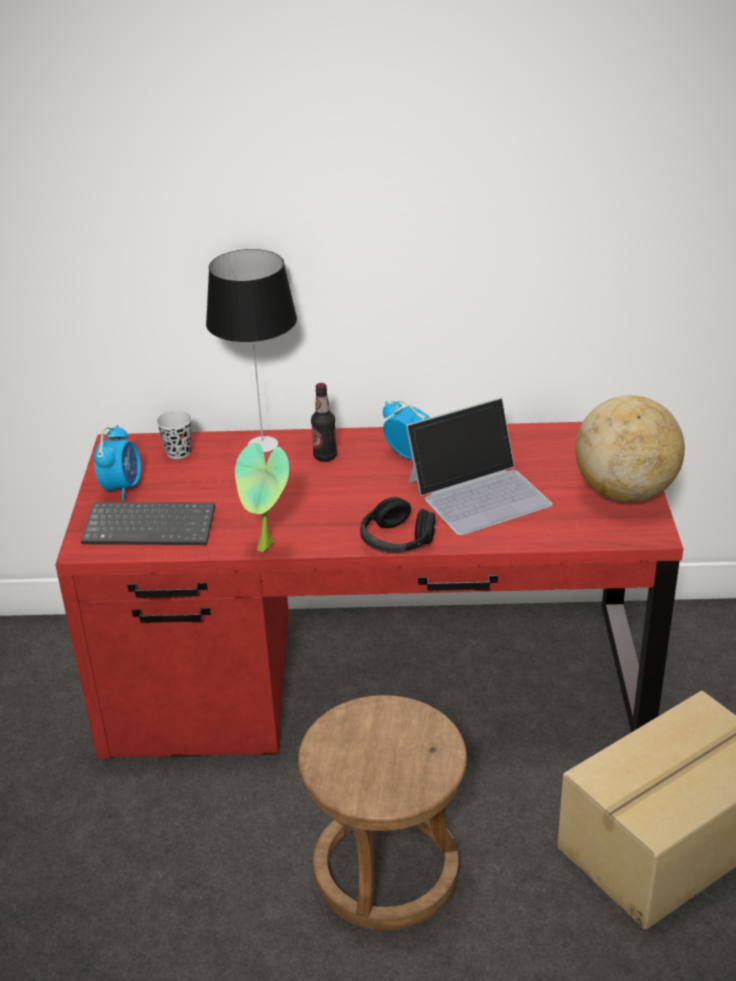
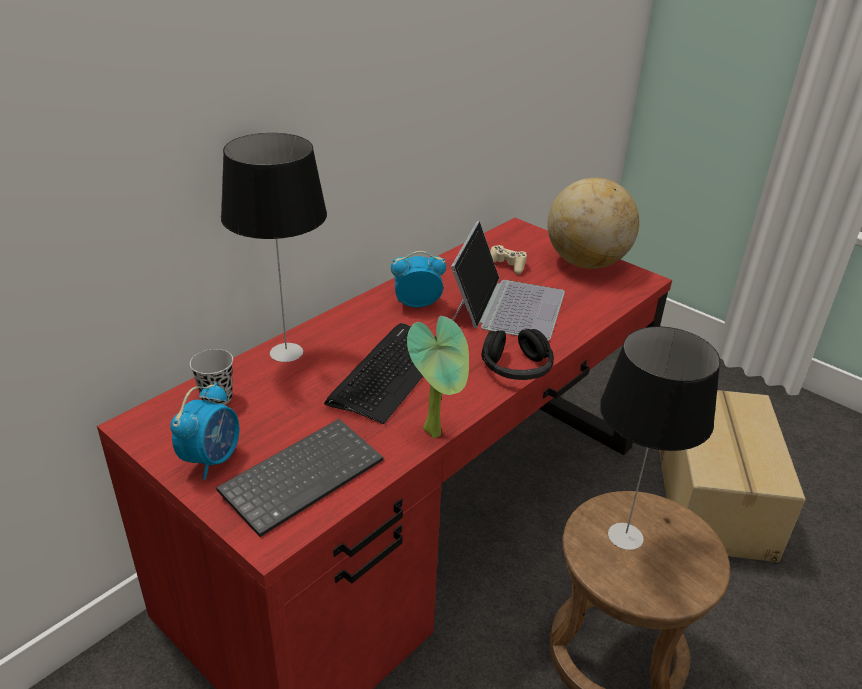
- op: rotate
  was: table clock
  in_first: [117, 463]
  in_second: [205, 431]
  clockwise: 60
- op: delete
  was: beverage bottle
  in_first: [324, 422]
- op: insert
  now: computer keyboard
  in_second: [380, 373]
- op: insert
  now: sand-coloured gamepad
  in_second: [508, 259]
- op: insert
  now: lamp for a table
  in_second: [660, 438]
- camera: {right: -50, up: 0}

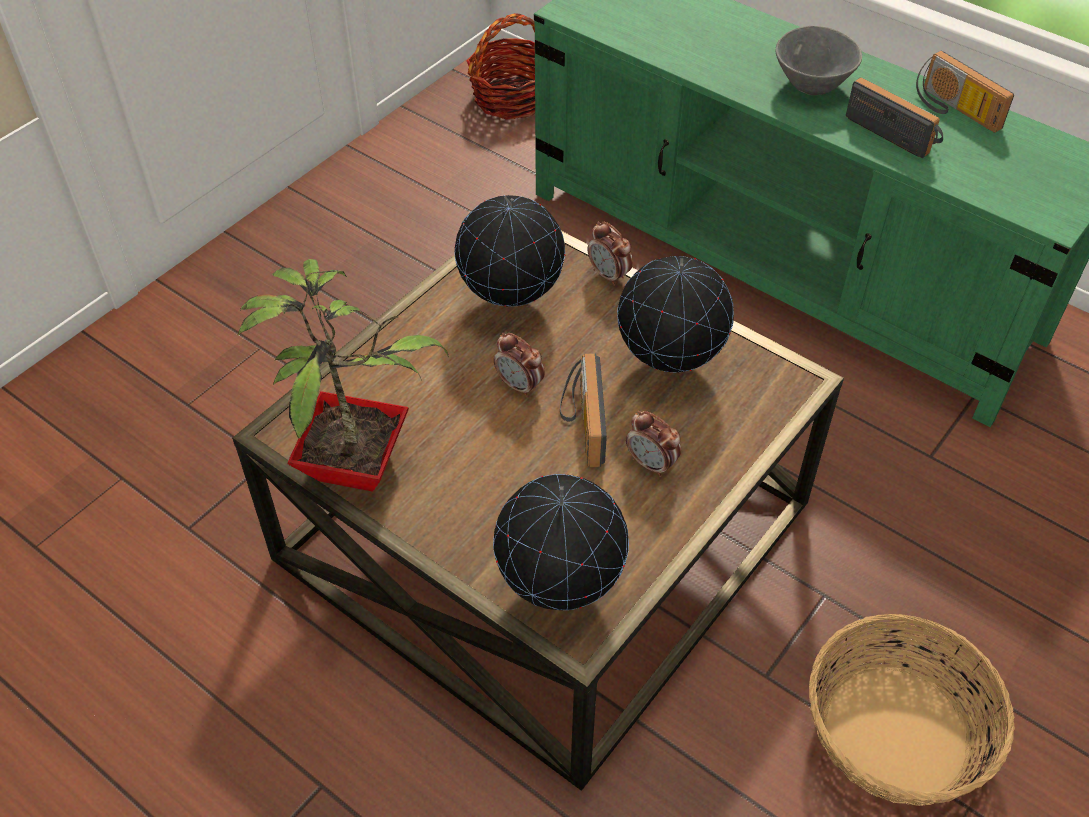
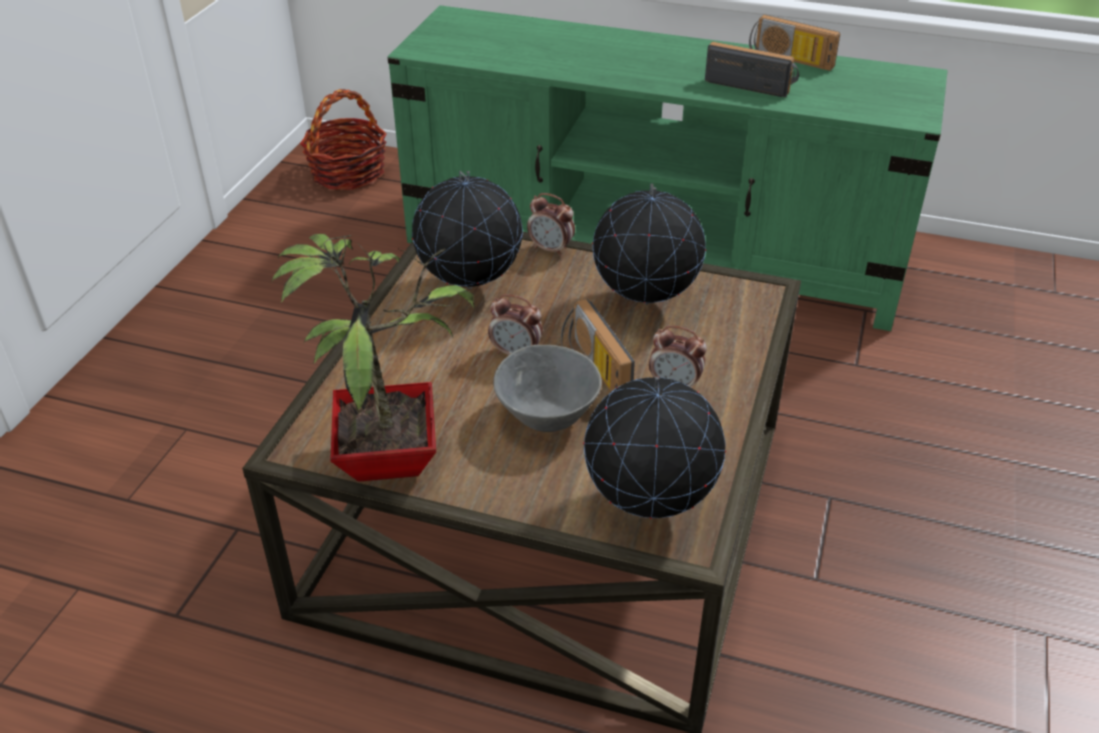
- op: move
  was: greyish serving bowl
  in_first: [819, 60]
  in_second: [547, 388]
- op: delete
  was: household basket
  in_first: [912, 710]
- camera: {right: -20, up: -10}

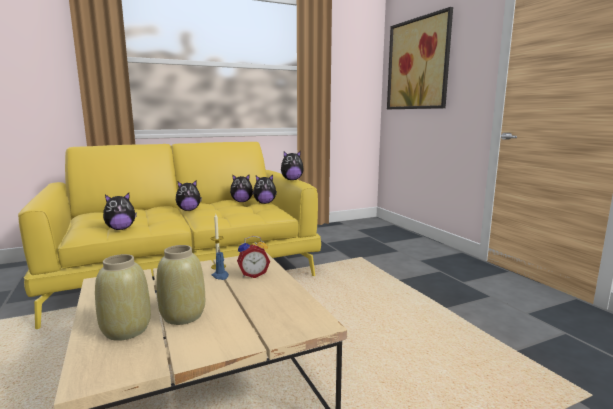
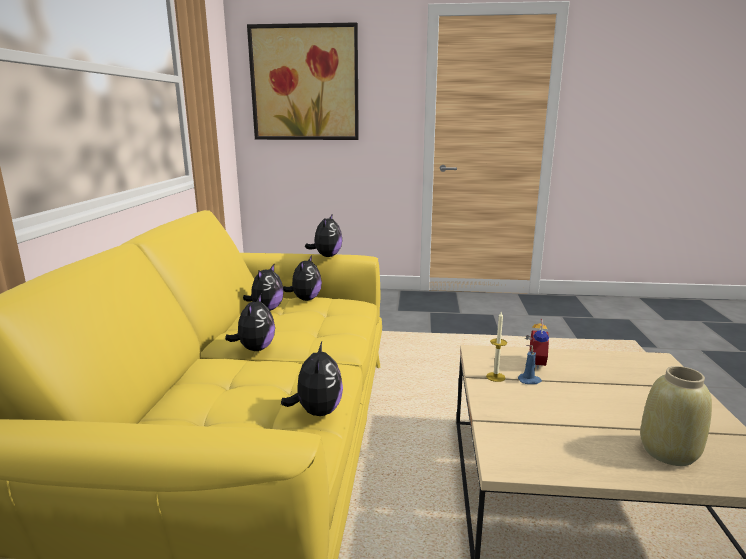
- op: delete
  was: sand-coloured vase
  in_first: [180, 285]
- camera: {right: -60, up: 5}

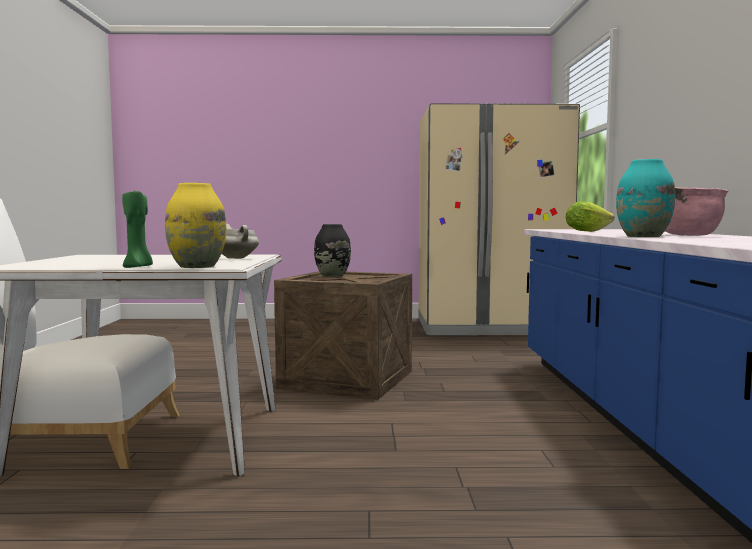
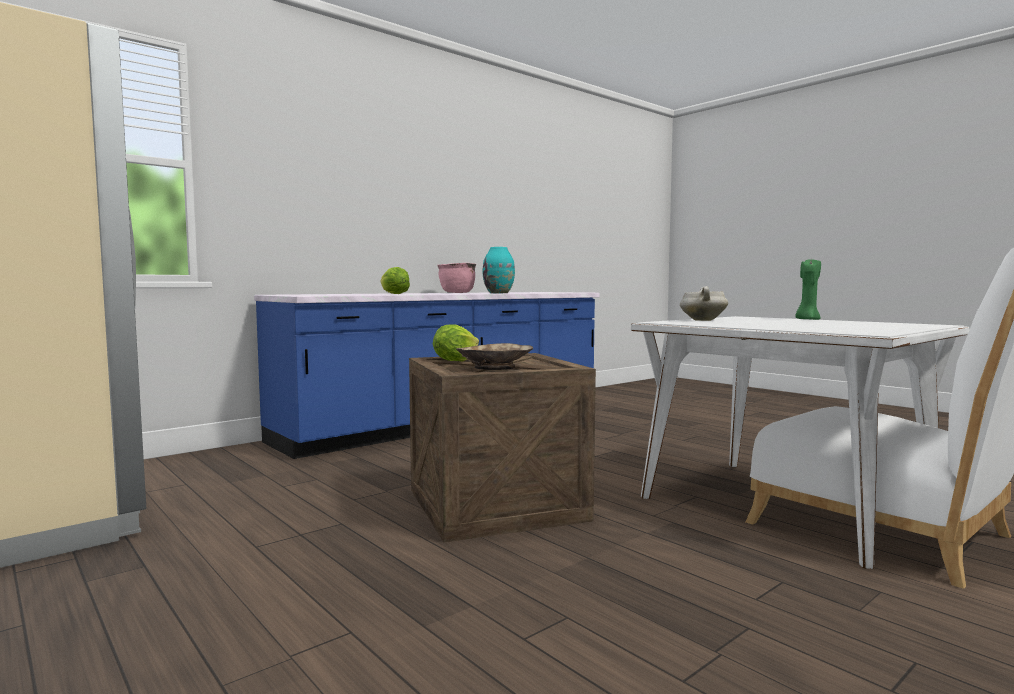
- op: delete
  was: yellow-coloured vase
  in_first: [195, 225]
- op: replace
  was: black-coloured vase
  now: sand-coloured serving bowl
  in_first: [332, 250]
  in_second: [494, 356]
- op: insert
  now: lettuce head
  in_second: [456, 342]
- camera: {right: -130, up: 0}

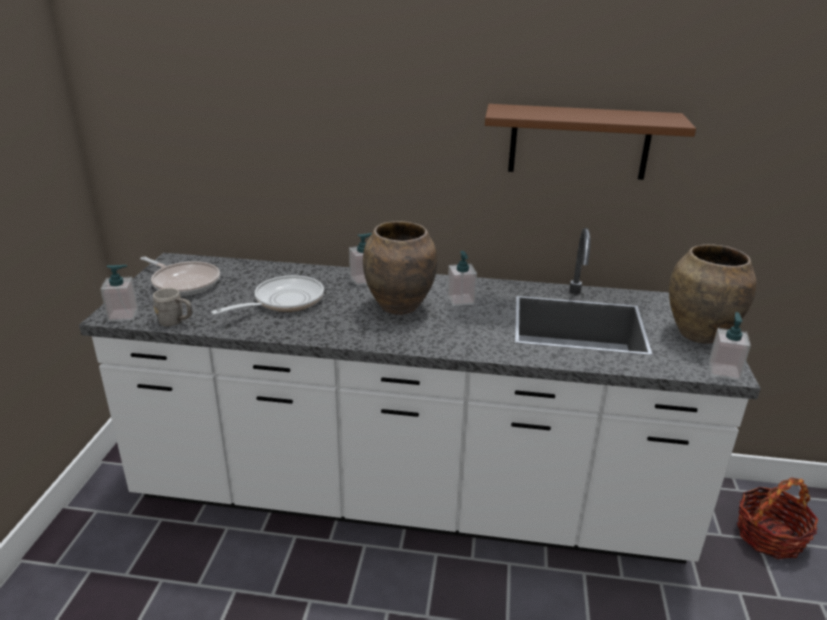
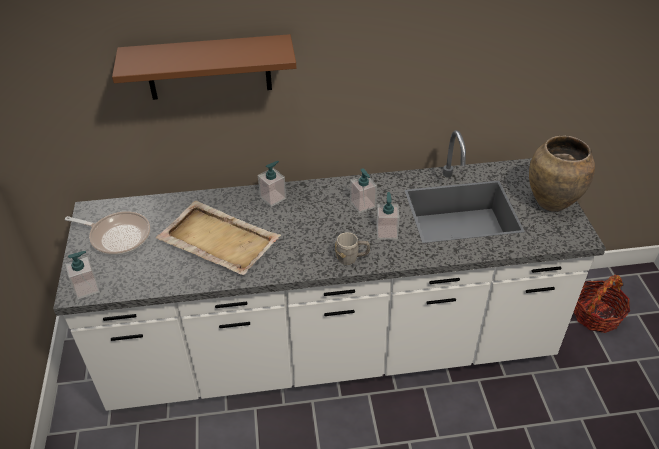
- op: move
  was: greyish coffee mug
  in_first: [172, 307]
  in_second: [352, 248]
- op: replace
  was: frying pan
  now: sand-coloured tray
  in_first: [267, 295]
  in_second: [218, 238]
- op: delete
  was: brown-coloured vase
  in_first: [400, 268]
- op: move
  was: brown-coloured shelf
  in_first: [590, 142]
  in_second: [204, 67]
- op: move
  was: soap dispenser
  in_first: [729, 346]
  in_second: [388, 216]
- camera: {right: -15, up: 15}

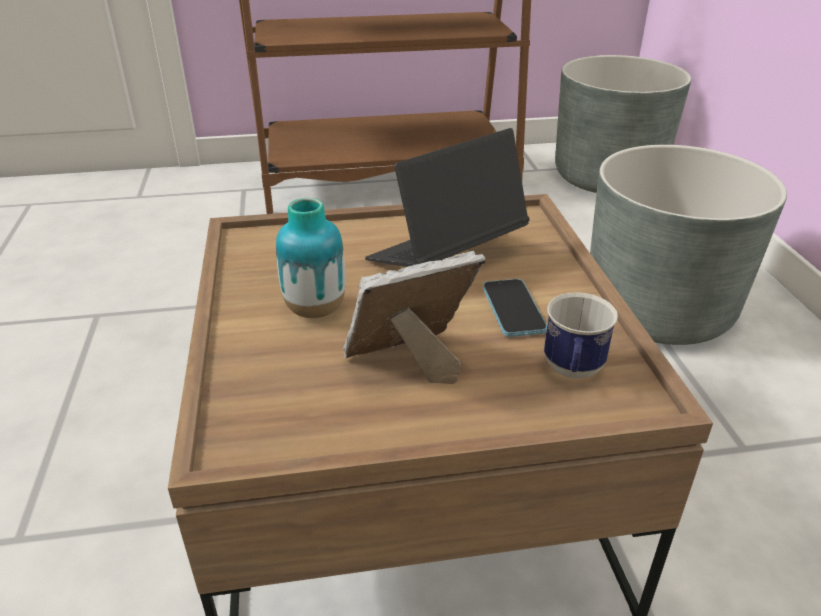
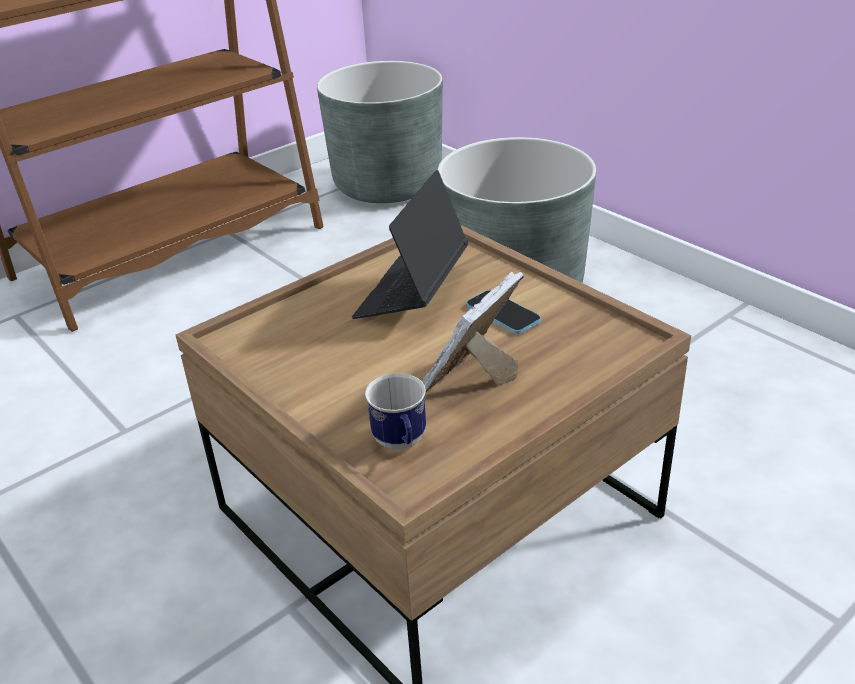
- op: delete
  was: vase
  in_first: [310, 258]
- op: move
  was: coffee mug
  in_first: [581, 335]
  in_second: [395, 411]
- camera: {right: -30, up: 0}

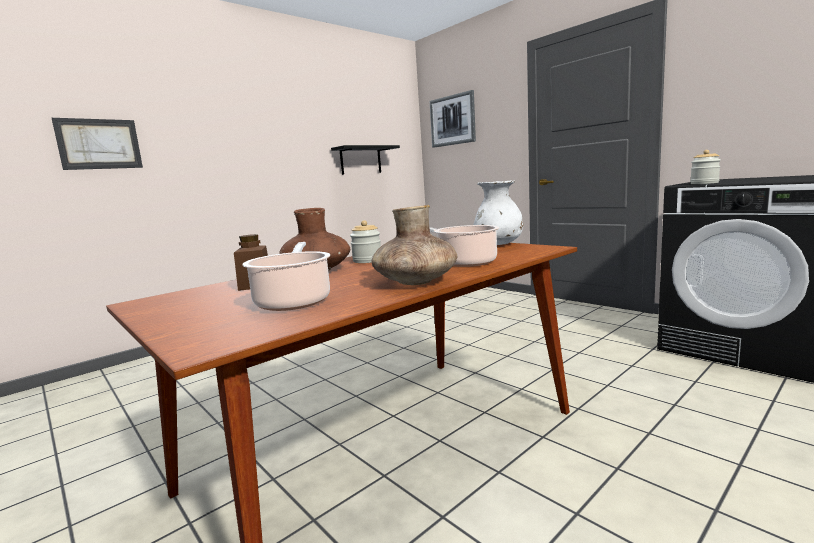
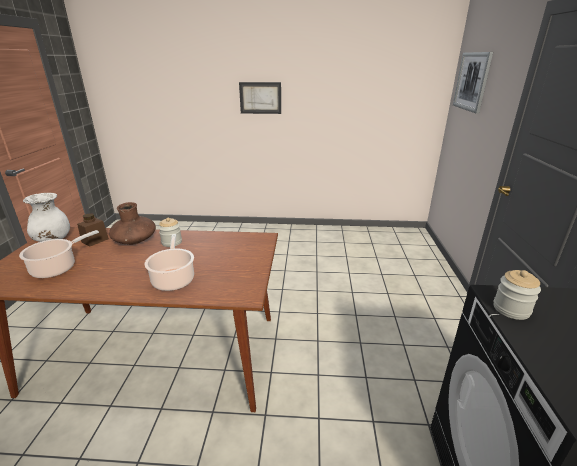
- op: move
  was: wall art
  in_first: [97, 144]
  in_second: [260, 98]
- op: delete
  was: black-coloured shelf
  in_first: [365, 160]
- op: delete
  was: brown-coloured vase
  in_first: [414, 245]
- op: move
  was: white vase
  in_first: [498, 212]
  in_second: [46, 217]
- camera: {right: 45, up: 15}

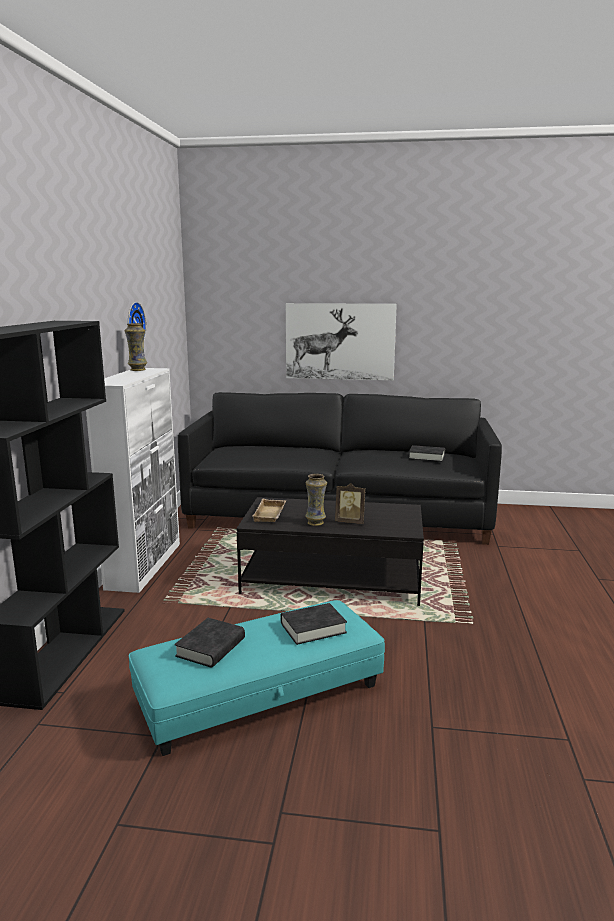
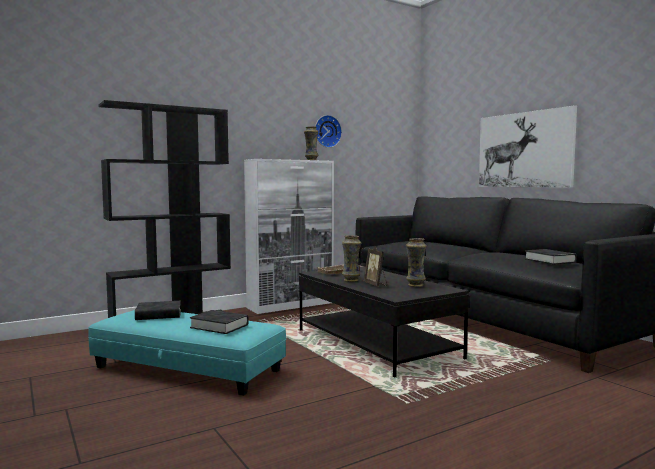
- op: insert
  now: vase
  in_second: [416, 262]
- camera: {right: 50, up: -10}

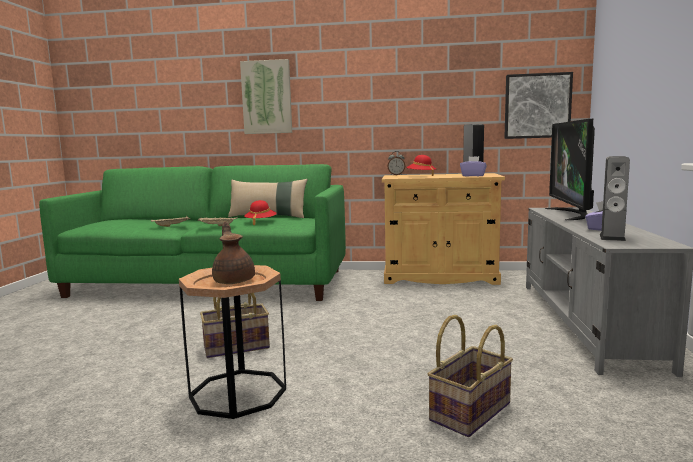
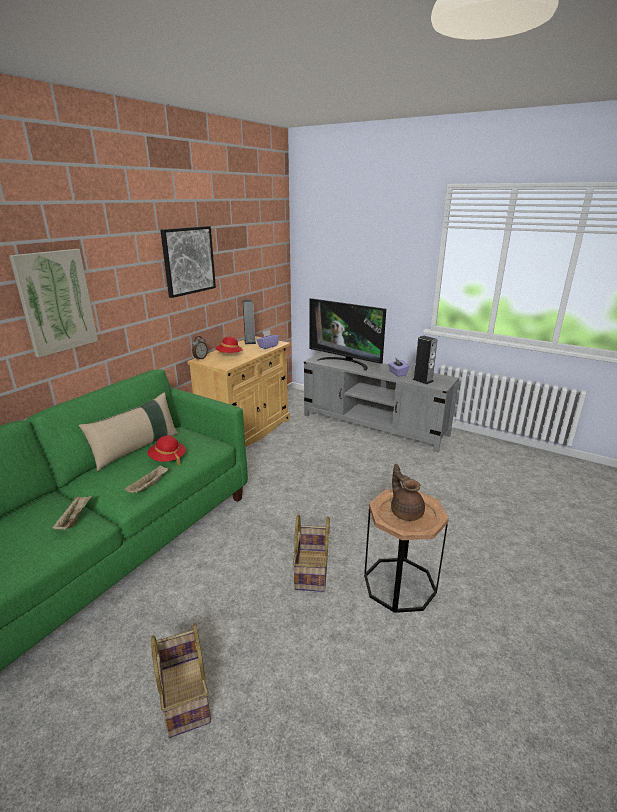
- op: rotate
  was: brown-coloured pot for tea
  in_first: [233, 253]
  in_second: [408, 492]
  clockwise: 60
- op: move
  was: household basket
  in_first: [470, 376]
  in_second: [181, 680]
- op: move
  was: wall art
  in_first: [538, 105]
  in_second: [188, 262]
- camera: {right: -65, up: 15}

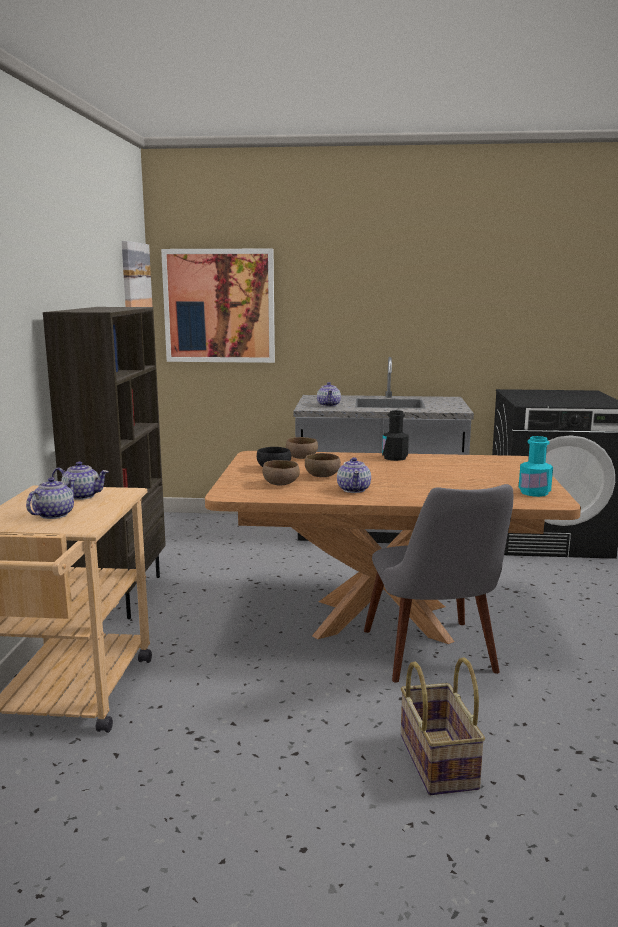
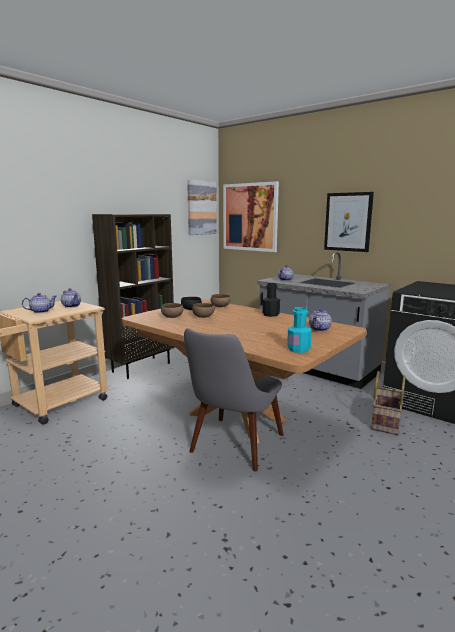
- op: move
  was: pot for tea
  in_first: [354, 475]
  in_second: [320, 319]
- op: move
  was: household basket
  in_first: [443, 726]
  in_second: [388, 403]
- op: insert
  now: wall art
  in_second: [349, 222]
- camera: {right: 35, up: 0}

